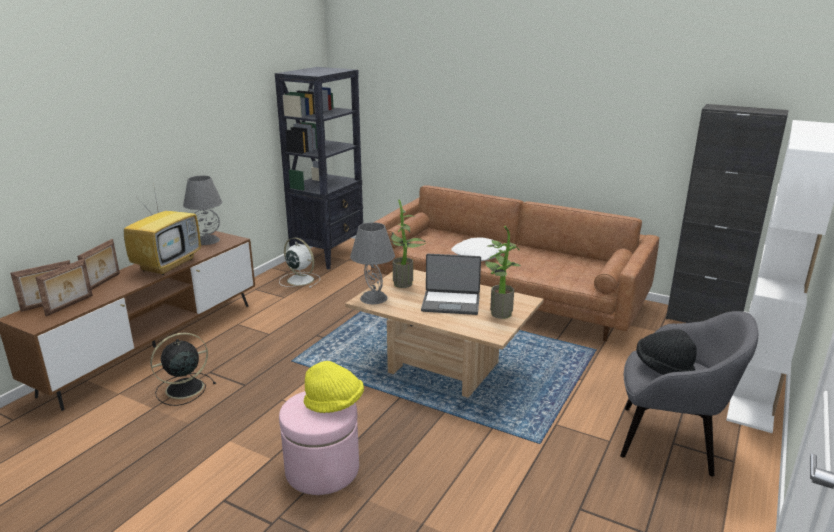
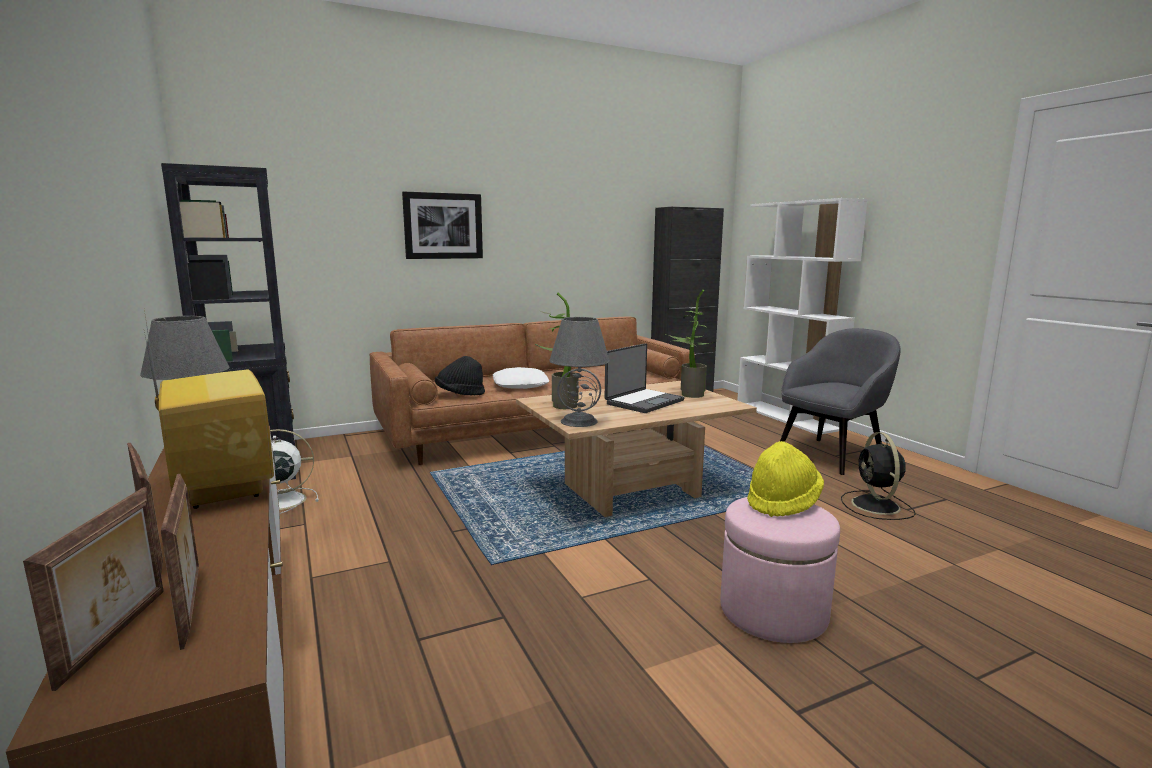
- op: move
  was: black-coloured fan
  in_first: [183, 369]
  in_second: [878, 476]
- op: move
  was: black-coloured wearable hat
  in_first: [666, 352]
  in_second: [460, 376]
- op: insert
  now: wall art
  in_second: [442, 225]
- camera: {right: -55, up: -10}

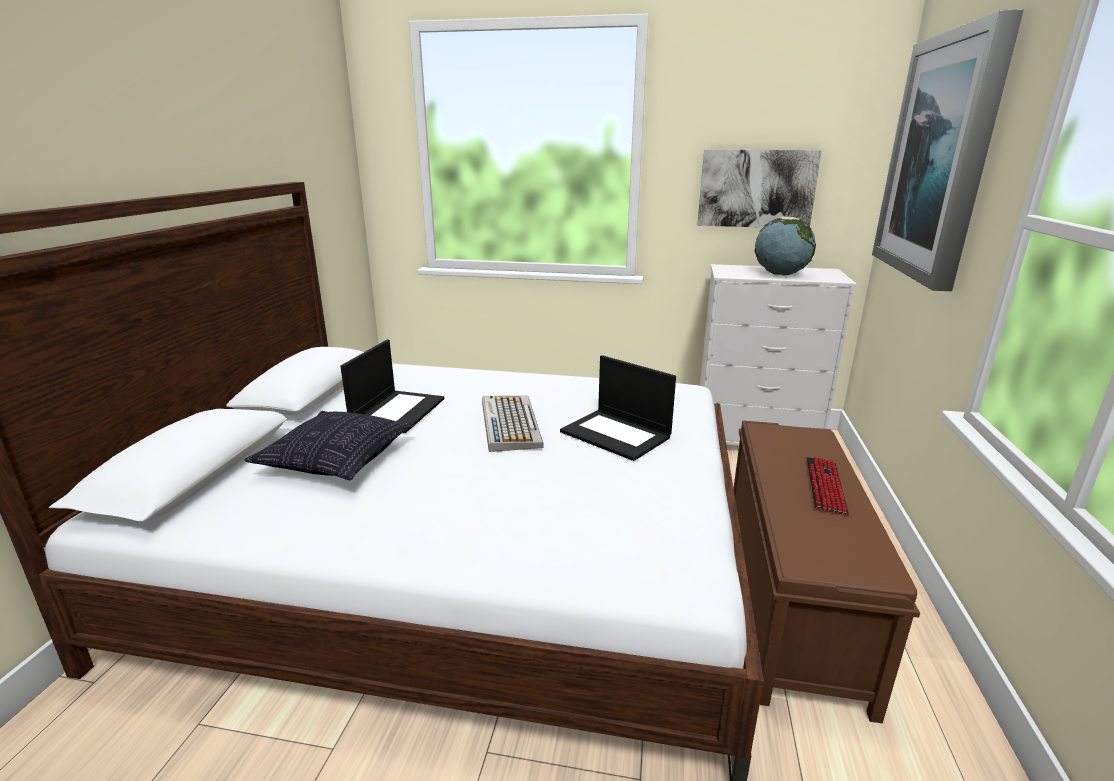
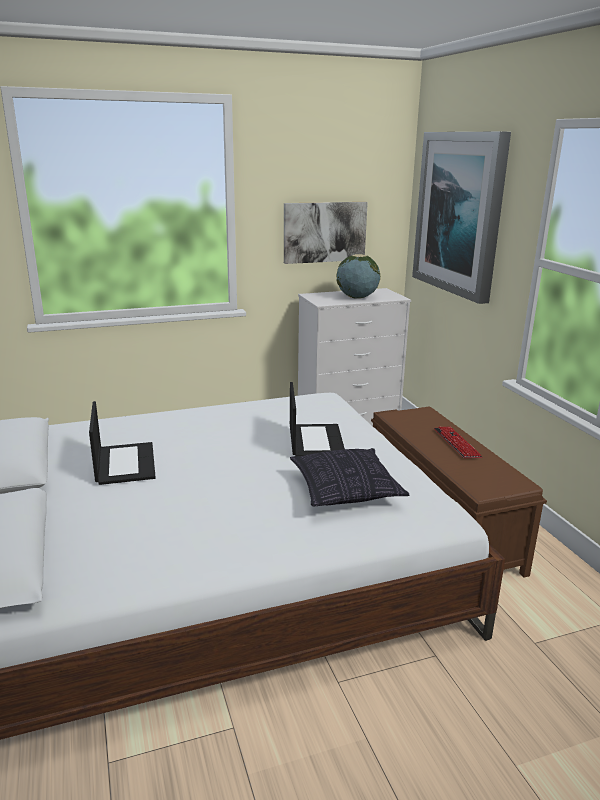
- op: move
  was: throw pillow
  in_first: [329, 445]
  in_second: [349, 477]
- op: delete
  was: computer keyboard
  in_first: [513, 424]
- op: rotate
  was: notebook computer
  in_first: [618, 408]
  in_second: [317, 419]
  clockwise: -105
- camera: {right: -30, up: 0}

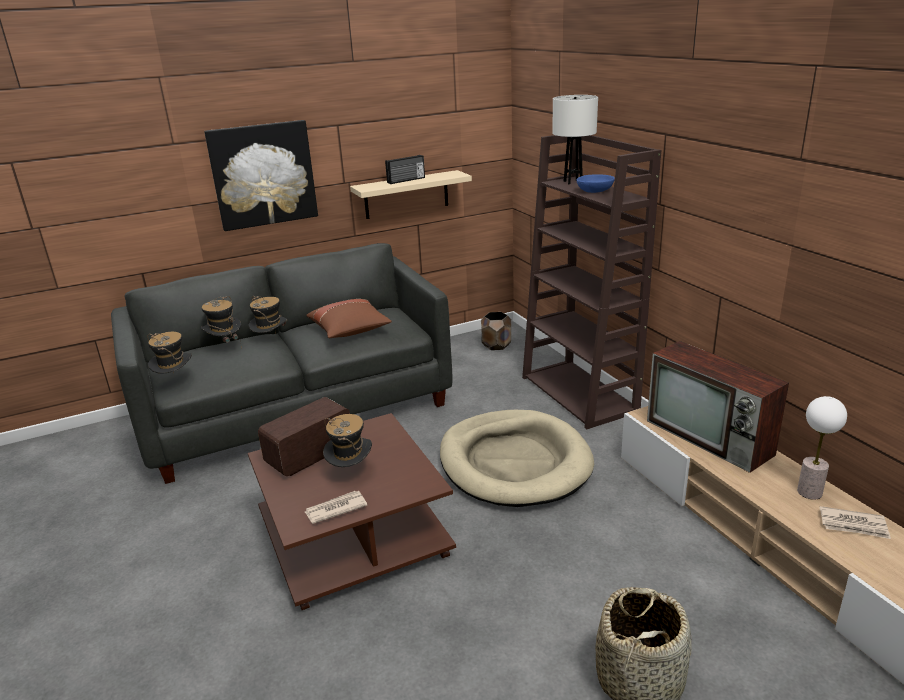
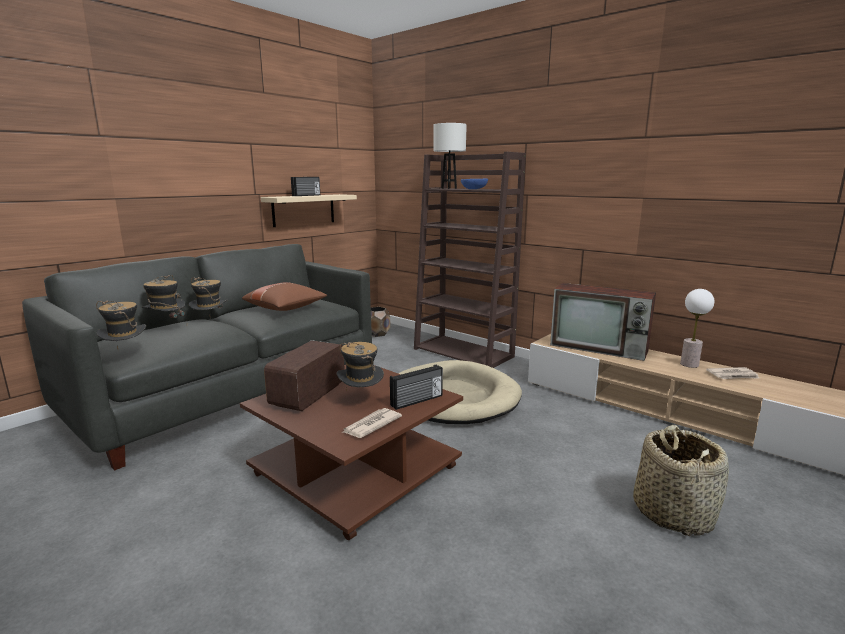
- op: delete
  was: wall art
  in_first: [261, 175]
- op: insert
  now: radio set
  in_second: [416, 387]
- camera: {right: -25, up: -10}

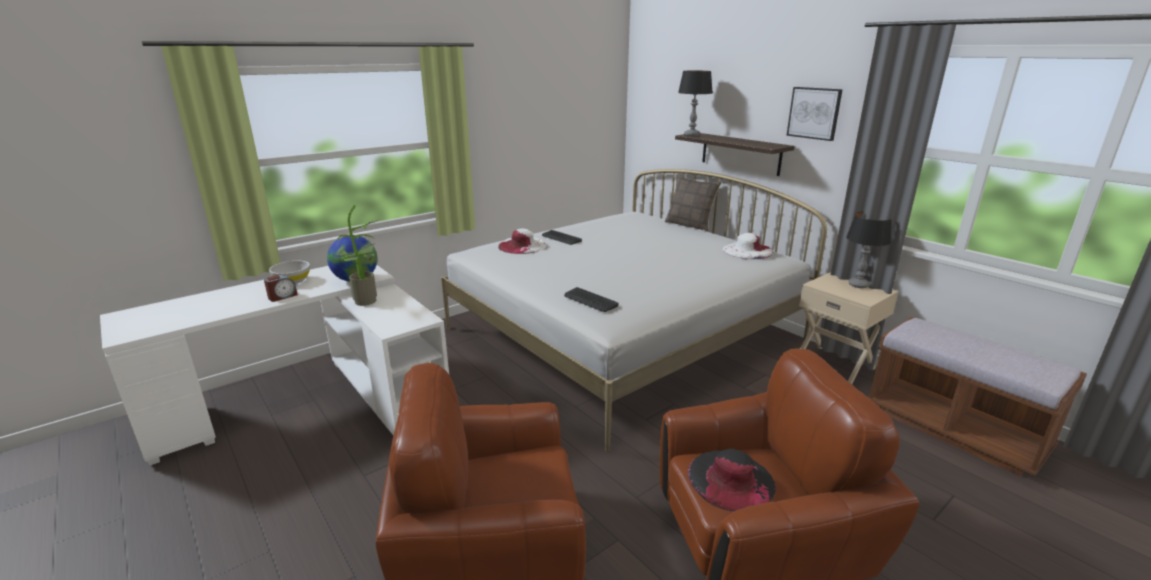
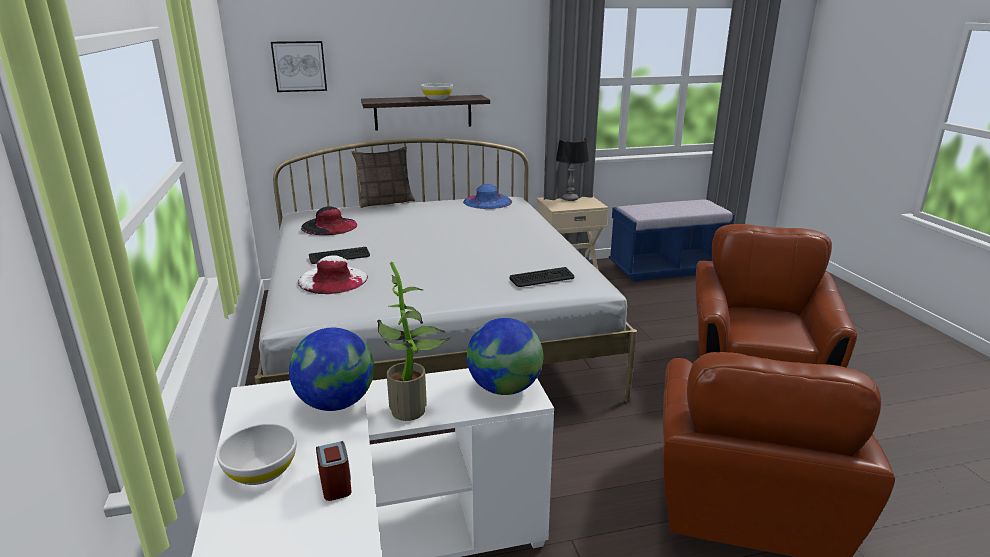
- op: delete
  was: lamp for a table
  in_first: [695, 103]
- op: move
  was: black-coloured wearable hat
  in_first: [732, 480]
  in_second: [329, 220]
- op: recolor
  was: white wearable hat
  now: blue wearable hat
  in_first: [747, 246]
  in_second: [487, 196]
- op: move
  was: wall art
  in_first: [815, 114]
  in_second: [299, 66]
- op: recolor
  was: brown-coloured bench
  now: blue bench
  in_first: [977, 397]
  in_second: [672, 240]
- op: insert
  now: white serving bowl
  in_second: [437, 91]
- op: insert
  now: globe
  in_second: [505, 356]
- camera: {right: -65, up: 0}

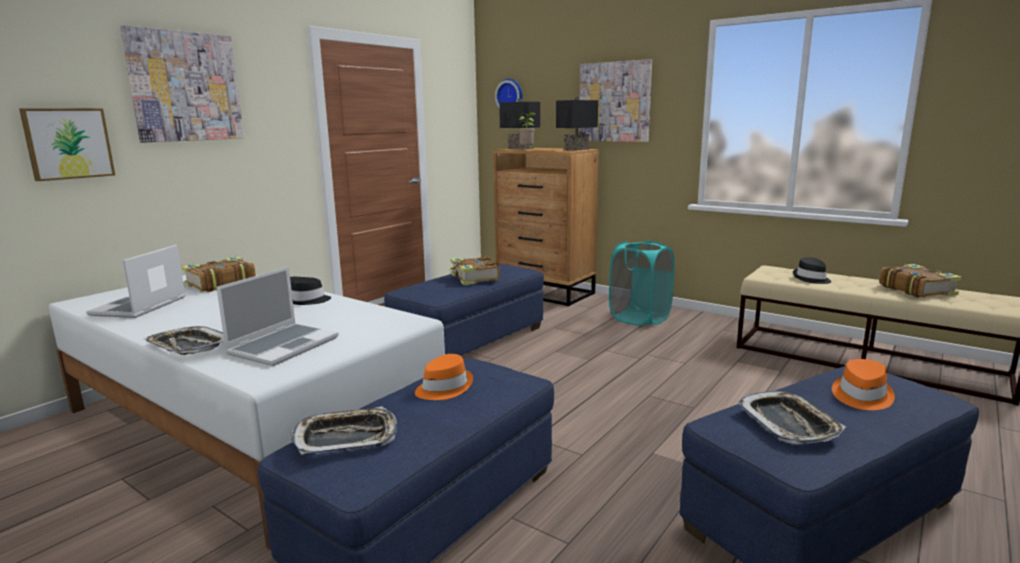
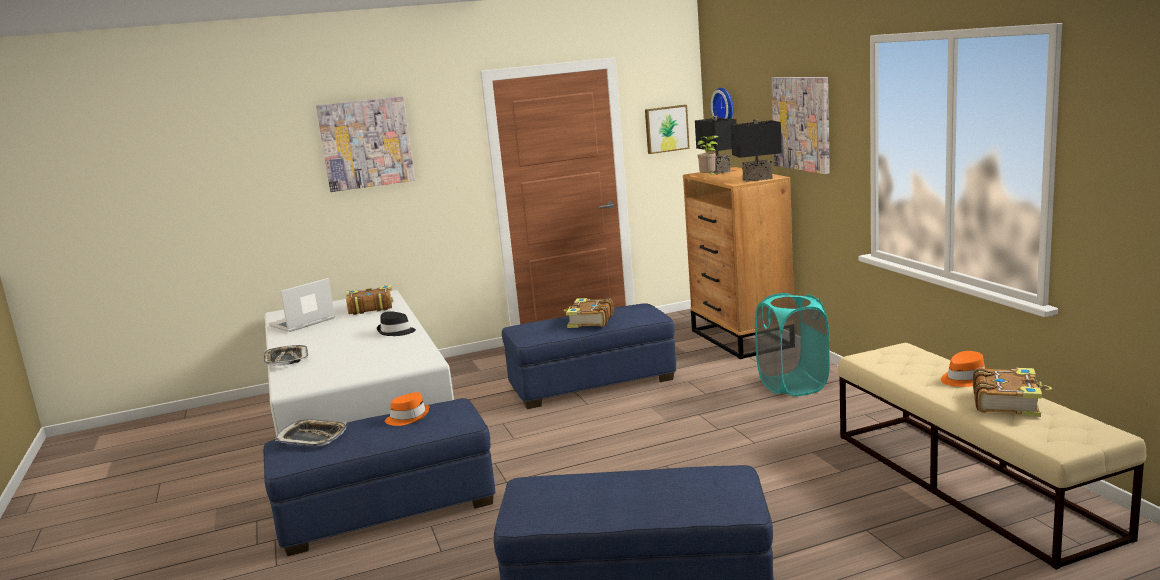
- op: move
  was: wall art
  in_first: [67, 144]
  in_second: [667, 129]
- op: delete
  was: notebook computer
  in_first: [277, 316]
- op: delete
  was: tray
  in_first: [791, 418]
- op: delete
  was: black-coloured wearable hat
  in_first: [812, 270]
- op: move
  was: orange-coloured wearable hat
  in_first: [863, 384]
  in_second: [965, 369]
- camera: {right: 35, up: 0}

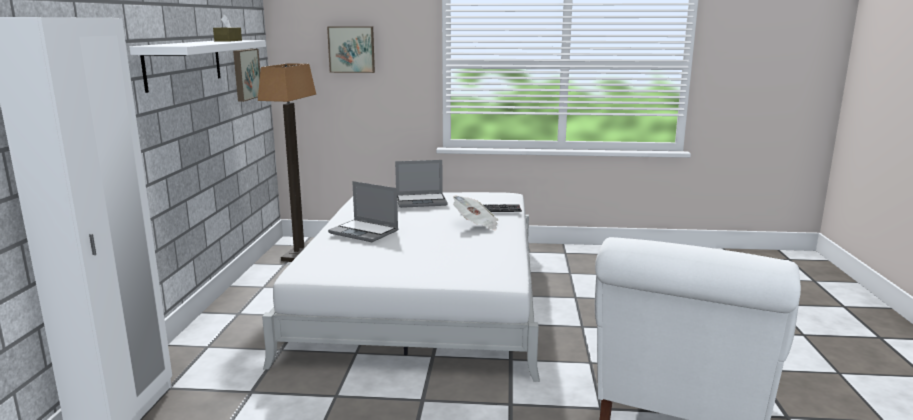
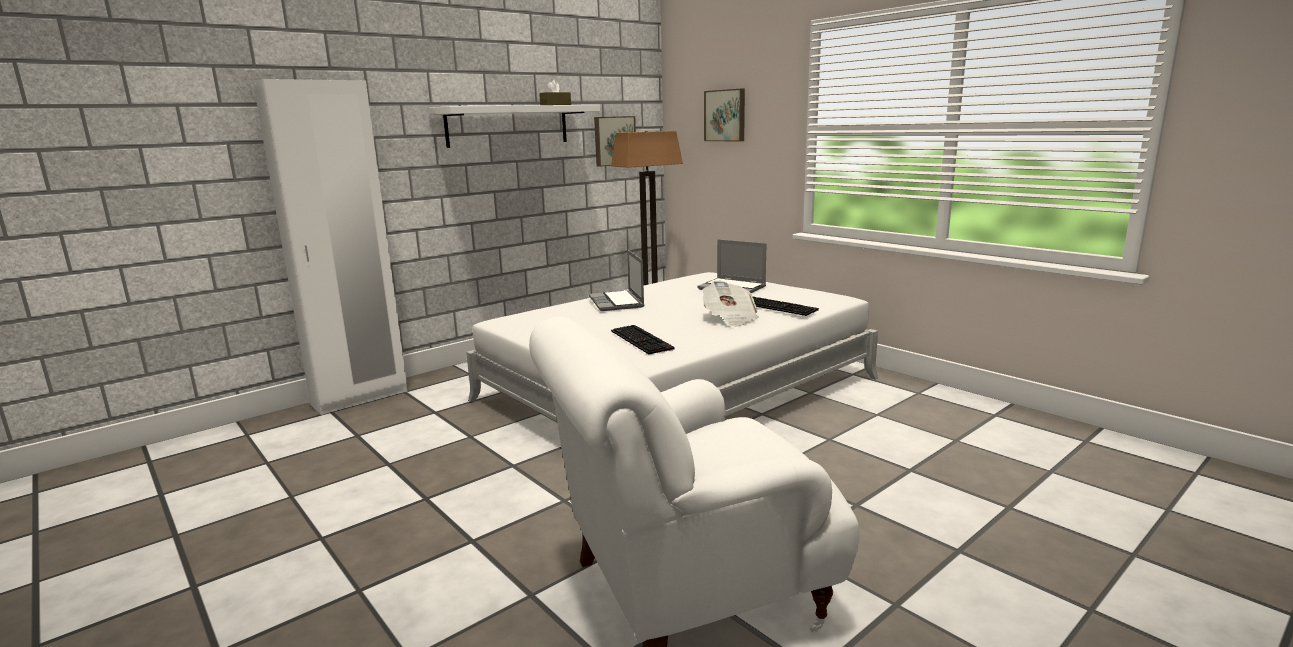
- op: insert
  now: computer keyboard
  in_second: [643, 339]
- camera: {right: 45, up: 0}

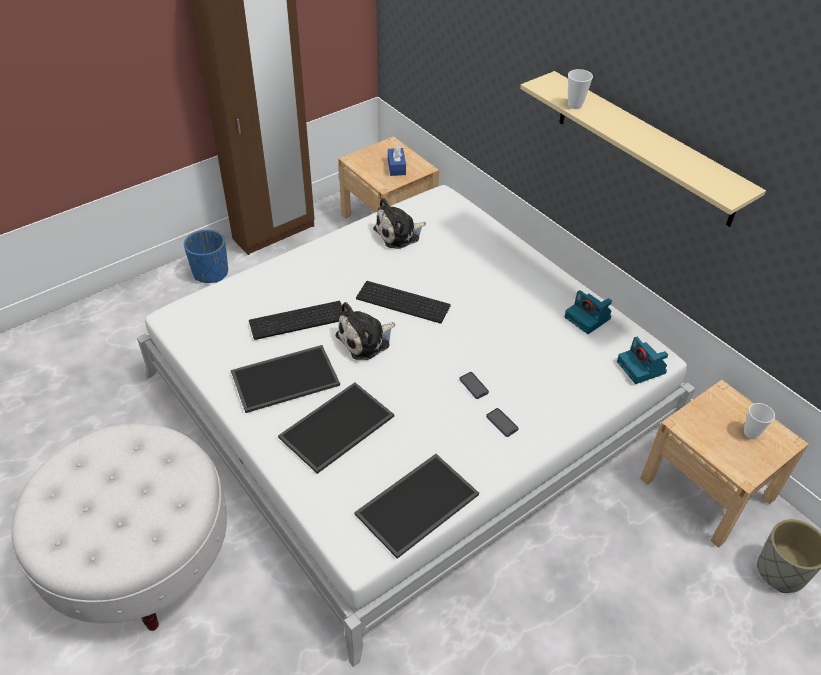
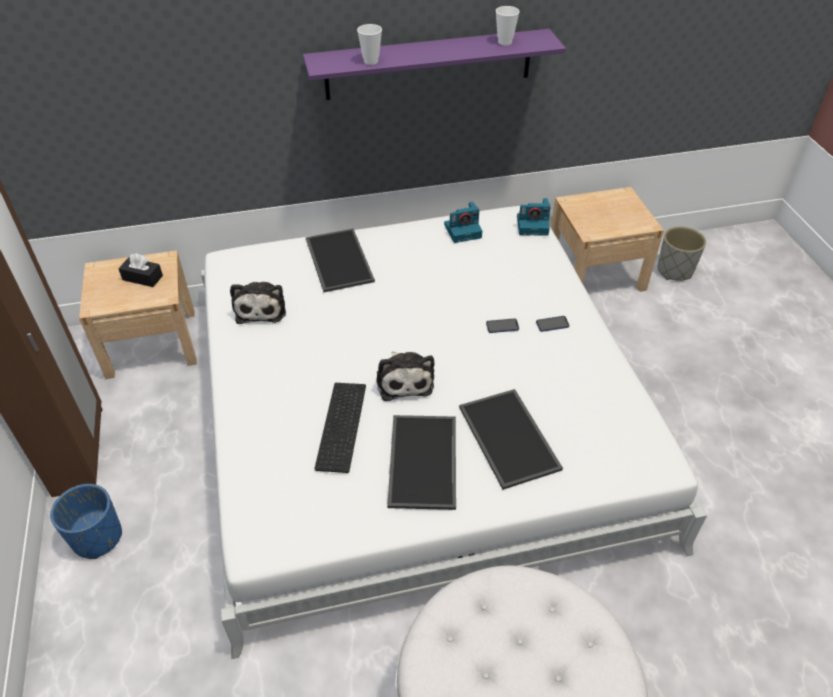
- op: move
  was: tray
  in_first: [416, 506]
  in_second: [340, 260]
- op: delete
  was: computer keyboard
  in_first: [403, 302]
- op: recolor
  was: blue tissue holder
  now: black-coloured tissue holder
  in_first: [397, 160]
  in_second: [140, 270]
- op: recolor
  was: sand-coloured shelf
  now: purple shelf
  in_first: [643, 149]
  in_second: [434, 64]
- op: move
  was: drinking cup
  in_first: [759, 421]
  in_second: [508, 25]
- camera: {right: -65, up: 0}

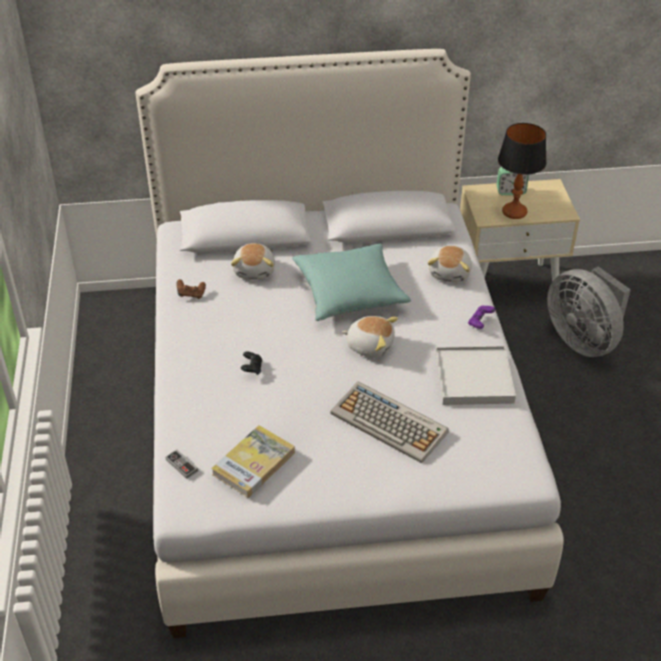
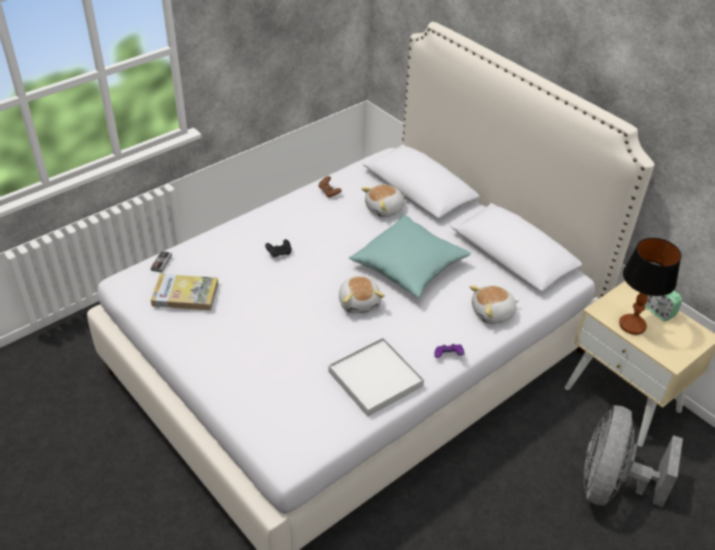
- op: delete
  was: computer keyboard
  in_first: [389, 422]
- camera: {right: 55, up: 0}

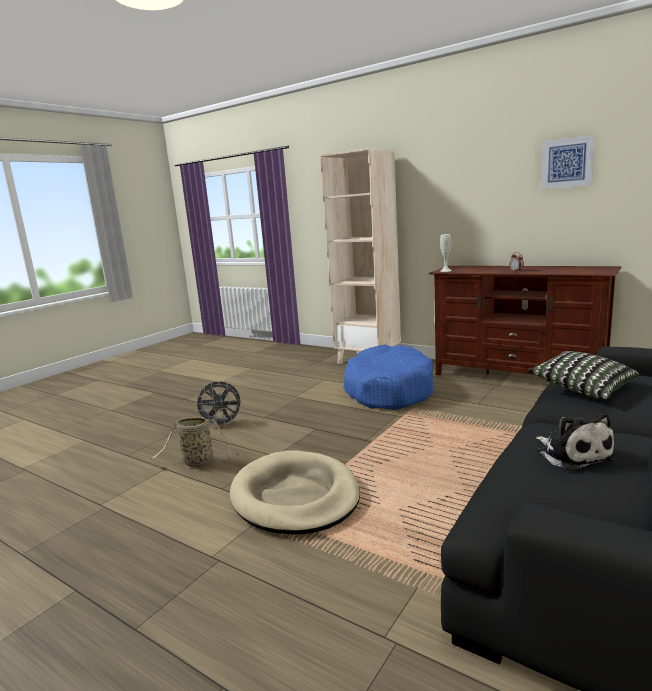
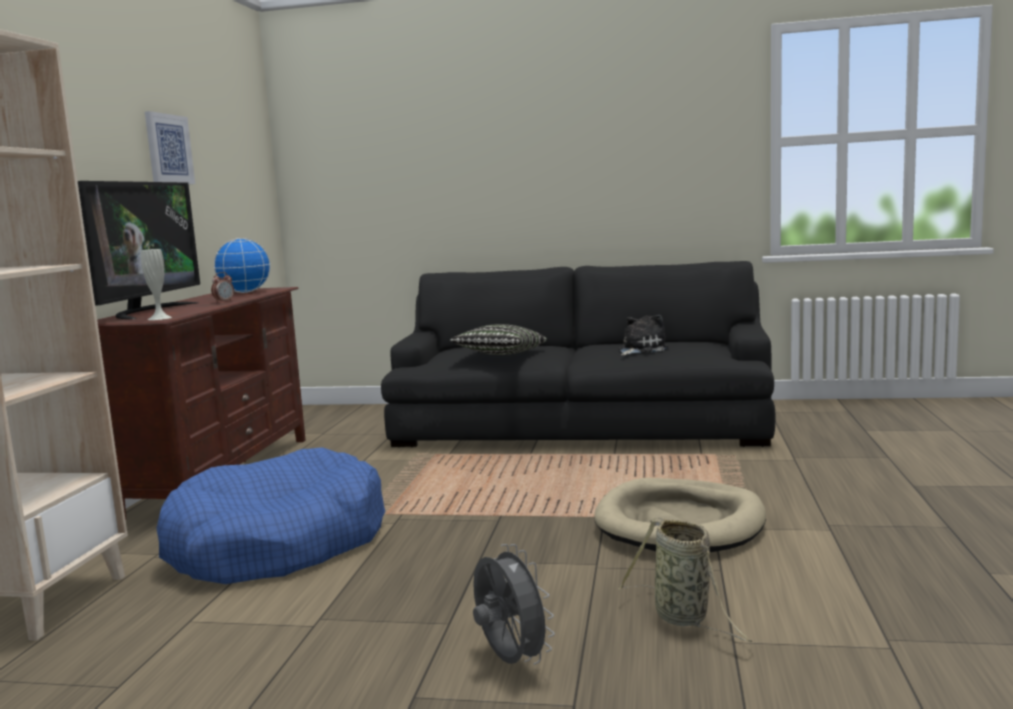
- op: insert
  now: television
  in_second: [139, 250]
- op: insert
  now: globe
  in_second: [242, 265]
- camera: {right: -115, up: -5}

